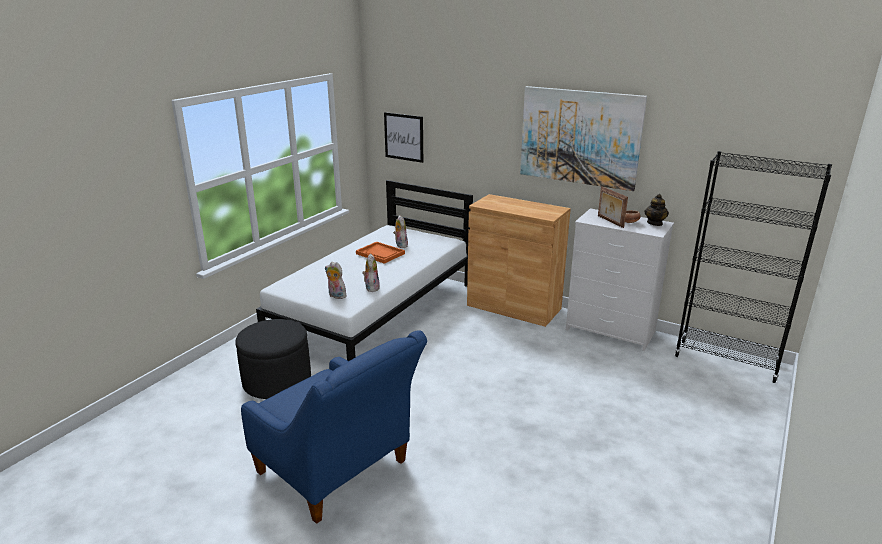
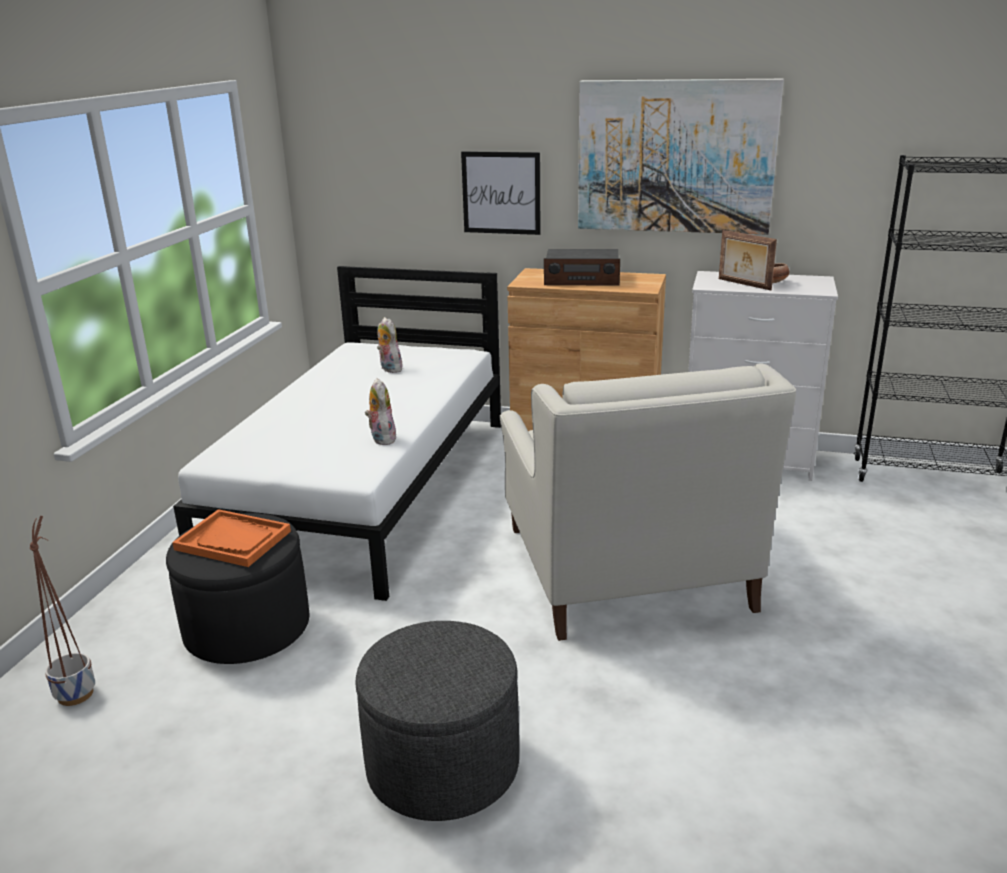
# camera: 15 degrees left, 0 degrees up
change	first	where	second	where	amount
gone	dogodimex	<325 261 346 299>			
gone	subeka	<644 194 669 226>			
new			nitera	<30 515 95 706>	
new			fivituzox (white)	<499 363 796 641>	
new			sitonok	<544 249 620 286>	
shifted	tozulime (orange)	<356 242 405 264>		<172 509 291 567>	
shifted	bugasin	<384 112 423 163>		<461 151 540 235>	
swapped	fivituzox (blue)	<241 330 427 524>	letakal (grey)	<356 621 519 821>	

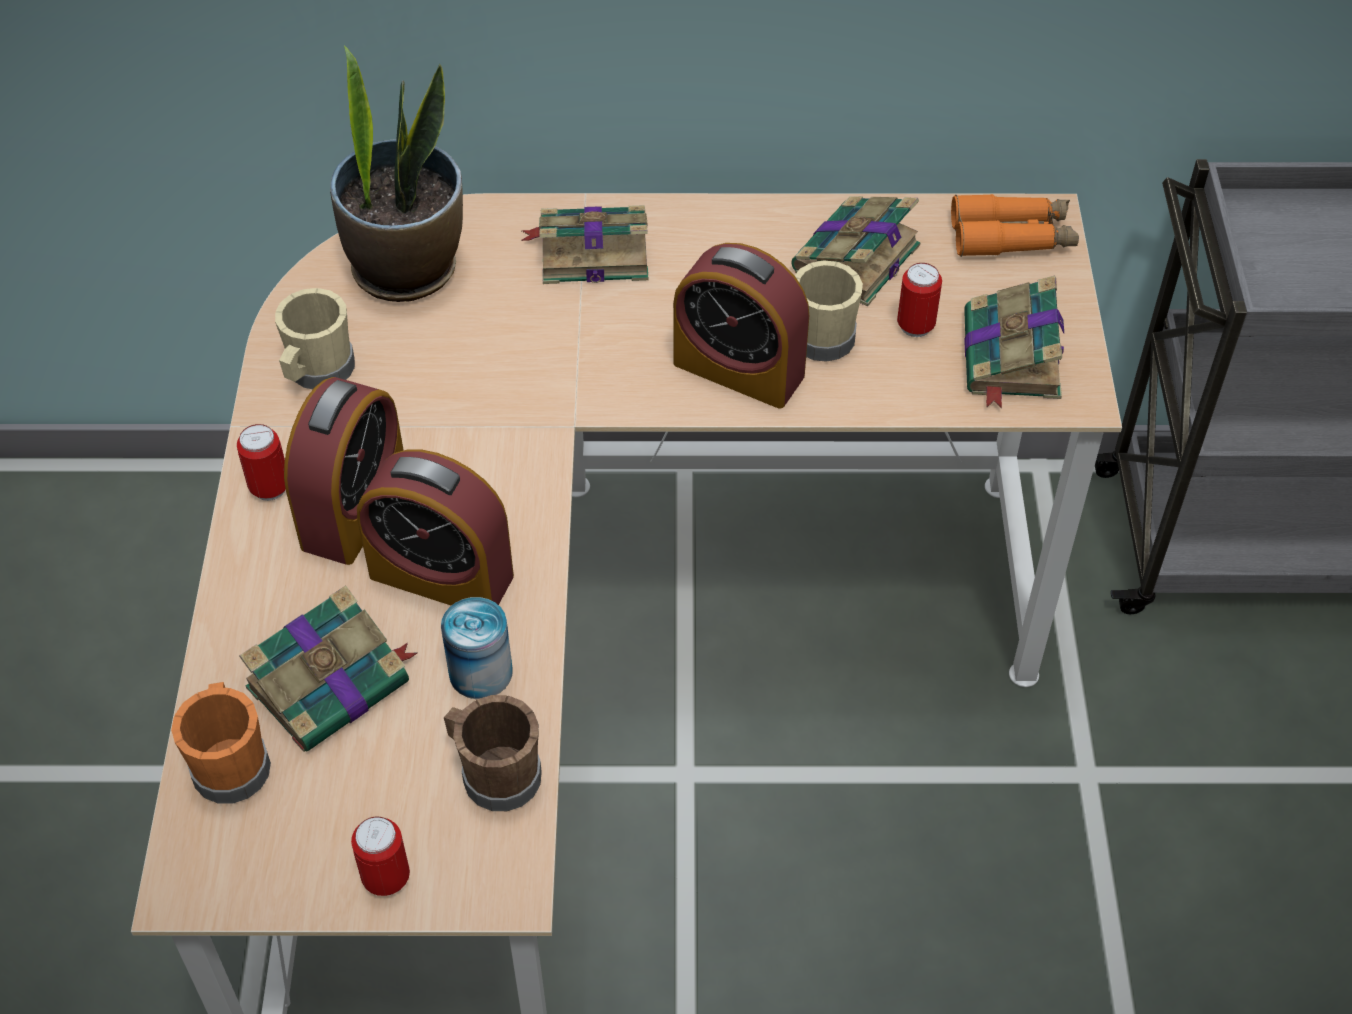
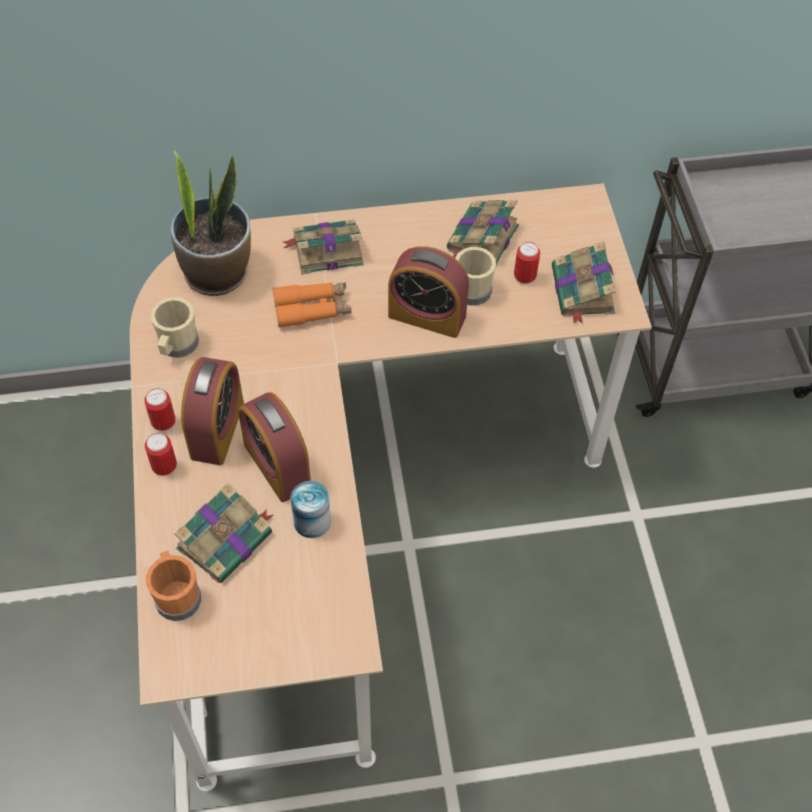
# camera: 10 degrees left, 5 degrees up
change	first	where	second	where	amount
gone	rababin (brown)	<444 695 542 811>			
shifted	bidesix	<351 817 410 896>		<145 433 177 476>	
shifted	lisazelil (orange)	<951 194 1079 257>		<273 282 352 328>	
rotated	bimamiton	<357 449 514 606>		<238 392 311 502>	45 degrees clockwise

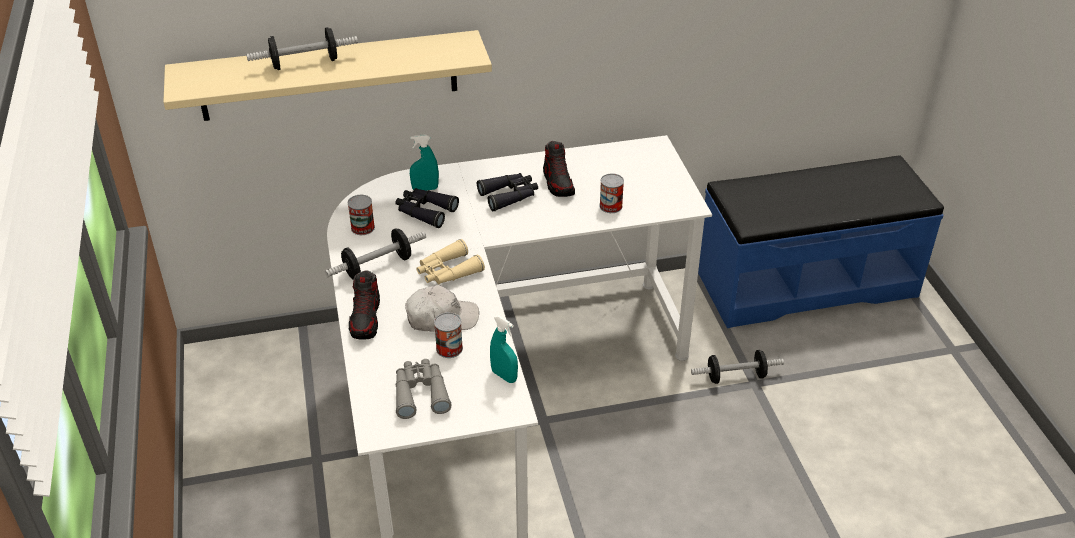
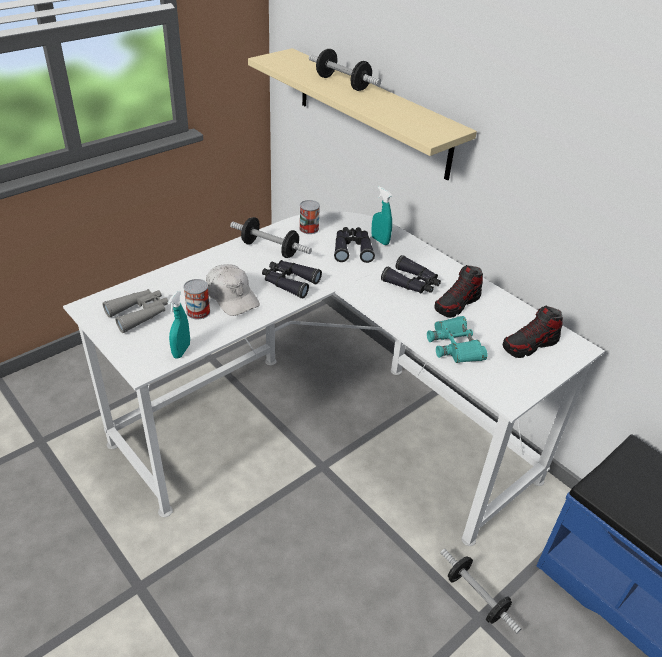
# camera: 60 degrees right, 0 degrees up
change	first	where	second	where	amount
shifted	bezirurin	<349 270 380 340>		<503 305 563 358>	
swapped	bidesix	<599 173 624 213>	lisazelil (turquoise)	<427 316 488 363>	
repainted	lisazelil (beige)	<416 239 485 285>	lisazelil (black)	<262 260 322 299>	

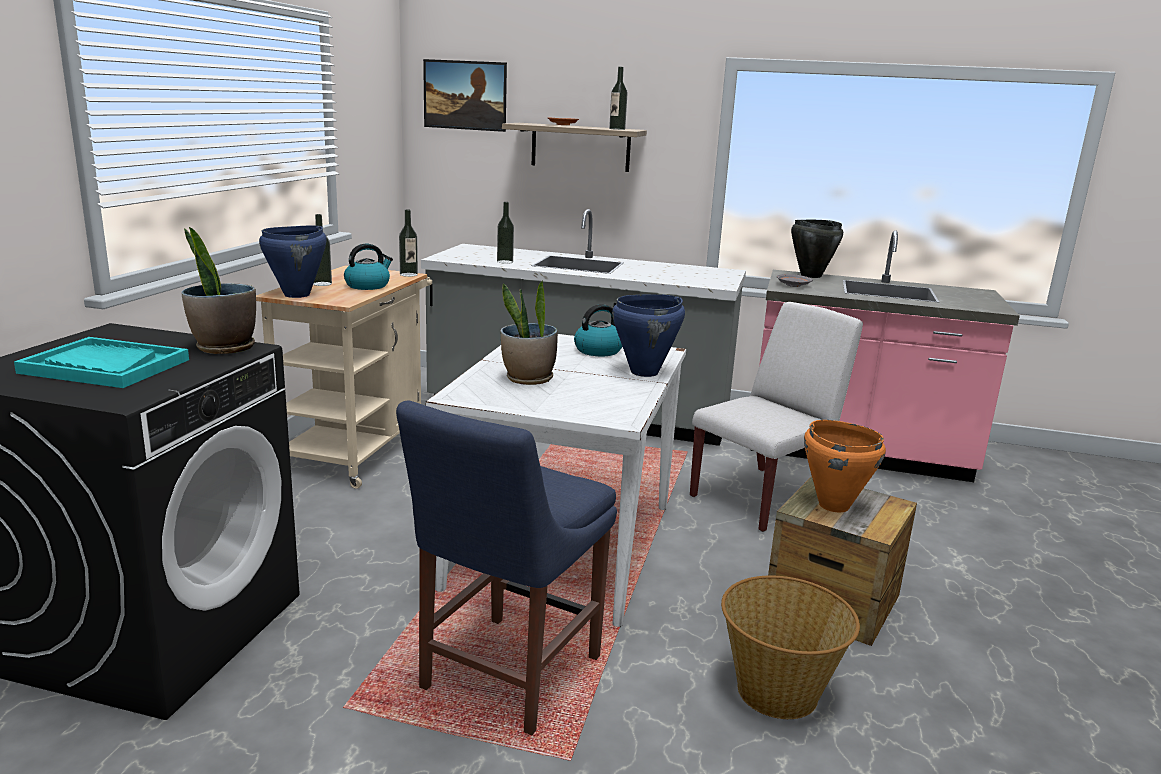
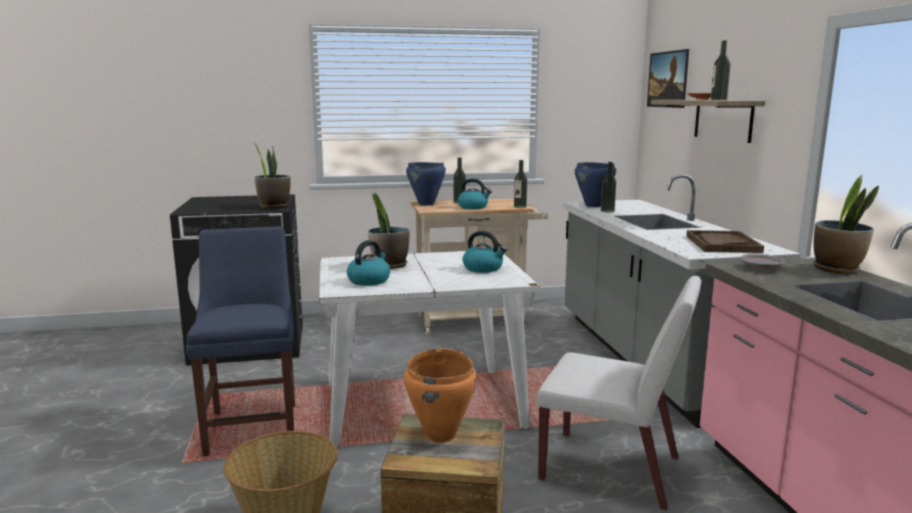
# camera: 65 degrees right, 5 degrees down
change	first	where	second	where	amount
gone	tozulime (turquoise)	<14 337 189 388>			
new			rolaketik	<347 240 390 286>	
new			tozulime (brown)	<686 230 764 253>	
shifted	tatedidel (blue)	<612 294 685 377>		<575 162 616 207>	
swapped	tatedidel (black)	<791 220 843 278>	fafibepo	<813 175 879 274>	
rotated	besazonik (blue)	<396 401 617 735>		<186 226 295 456>	75 degrees clockwise

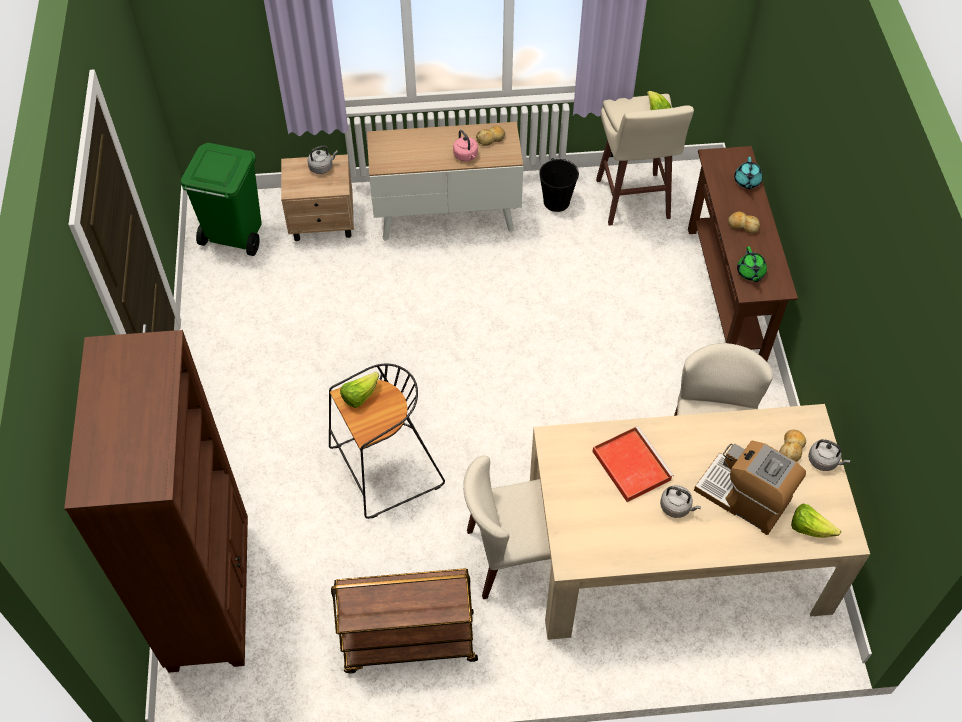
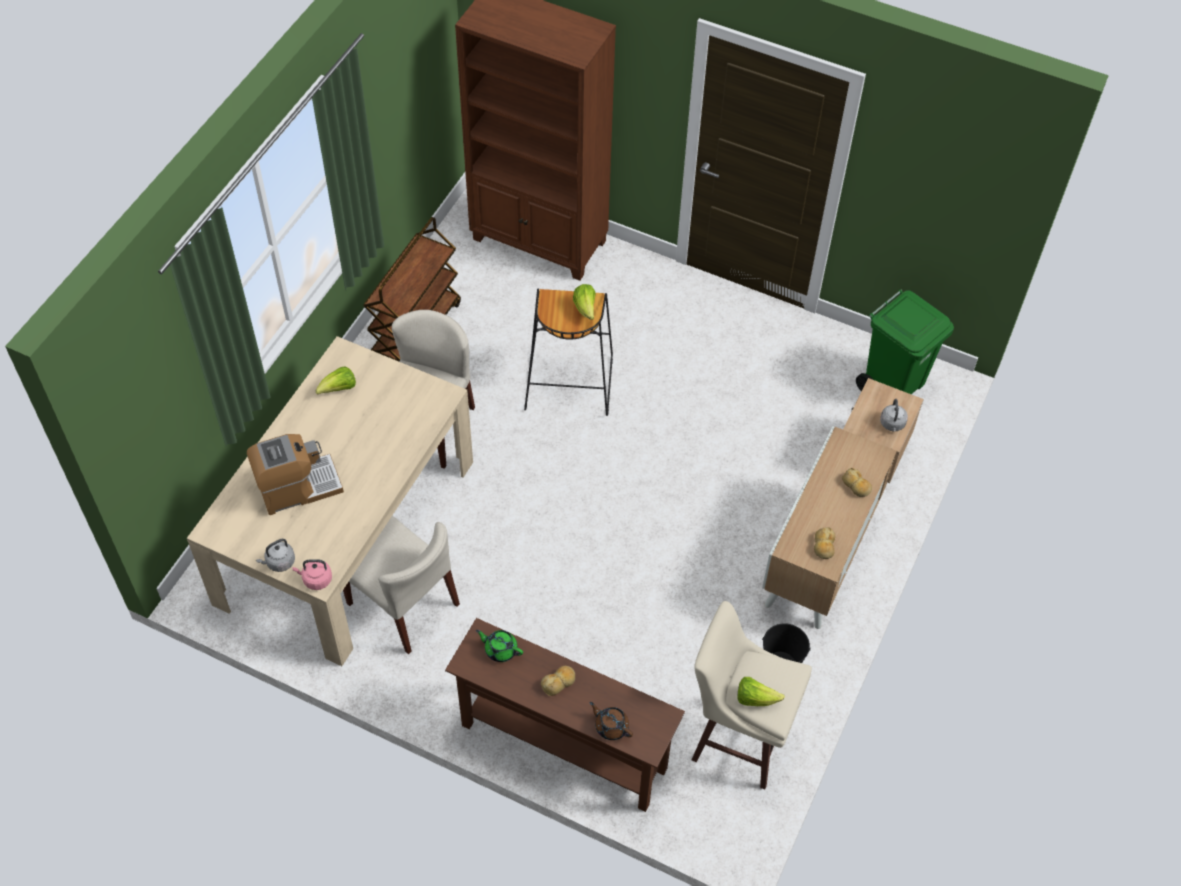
# camera: 120 degrees right, 0 degrees up
change	first	where	second	where	amount
gone	tozulime (red)	<592 426 674 502>			
gone	rolaketik (grey)	<660 485 701 518>			
shifted	rolaketik (pink)	<453 130 478 161>		<292 559 332 590>	
shifted	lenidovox	<779 430 806 462>		<842 468 872 497>	
shifted	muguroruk	<791 504 841 538>		<316 366 356 394>	
repainted	subeka (turquoise)	<734 157 763 189>	subeka (brown)	<589 702 633 740>	

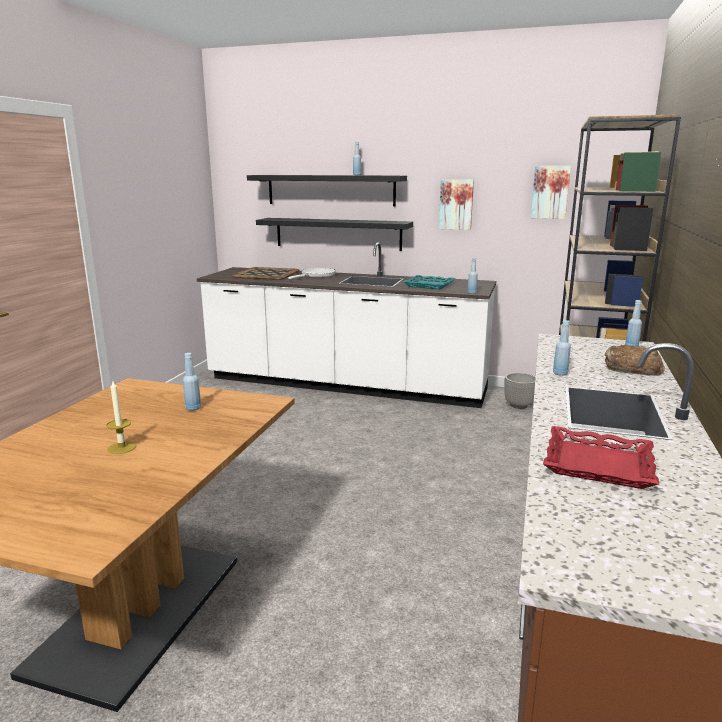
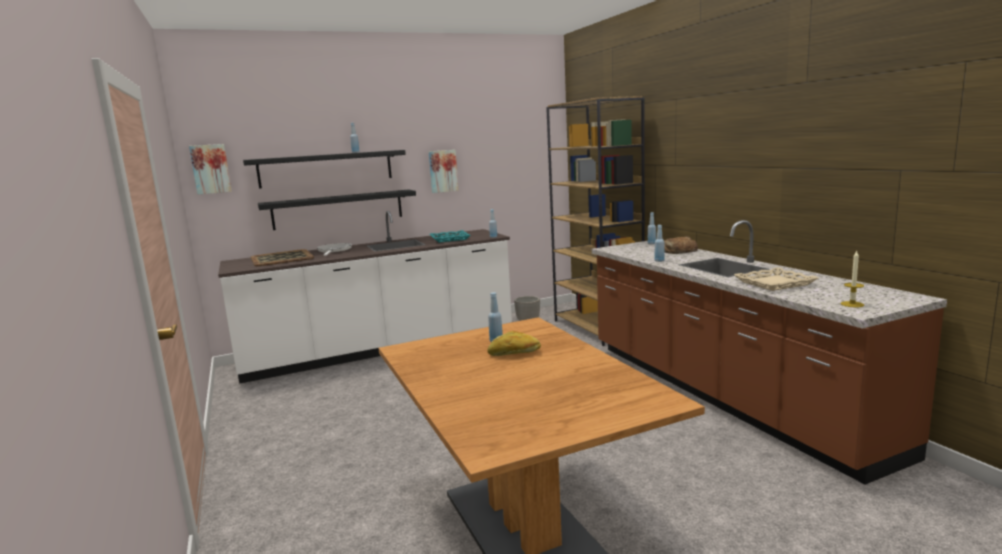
# camera: 40 degrees left, 5 degrees down
change	first	where	second	where	amount
new			lenidovox	<488 331 541 356>	
shifted	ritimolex	<106 381 136 454>		<841 251 864 307>	
shifted	bugasin	<531 166 571 219>		<189 144 232 194>	
repainted	tozulime (red)	<543 426 659 489>	tozulime (beige)	<734 267 818 291>	

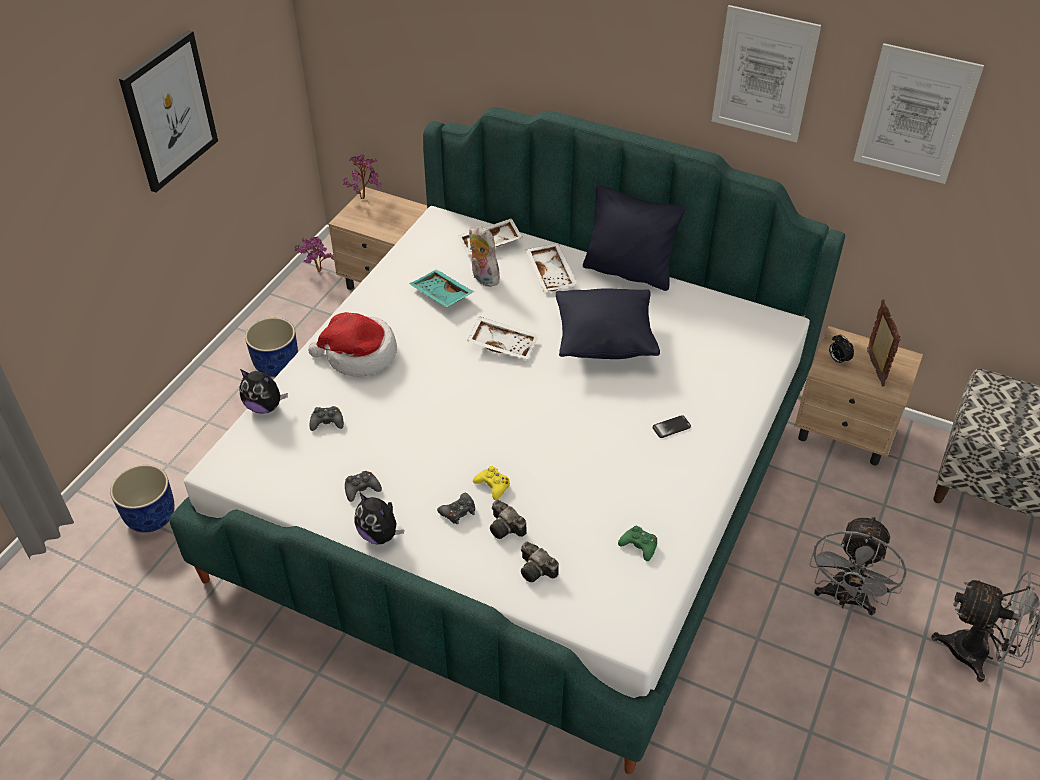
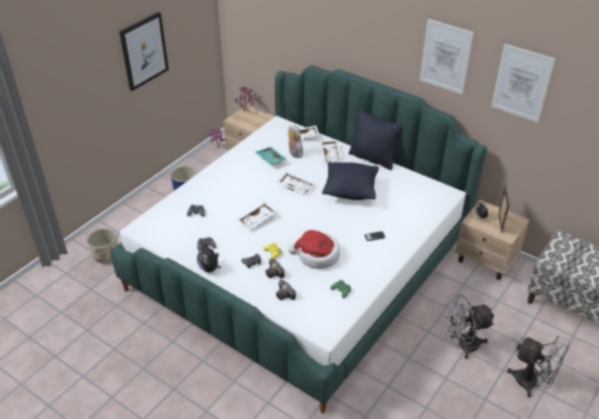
# camera: 10 degrees right, 5 degrees down
change	first	where	second	where	amount
gone	dogodimex	<239 369 288 414>			
new			tozulime (white)	<237 201 277 230>	
shifted	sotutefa	<308 312 397 377>		<288 230 340 269>	
repainted	nitera (blue)	<110 465 175 533>	nitera (beige)	<87 228 118 263>	
rotated	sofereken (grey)	<810 515 907 615>		<445 295 494 359>	45 degrees clockwise

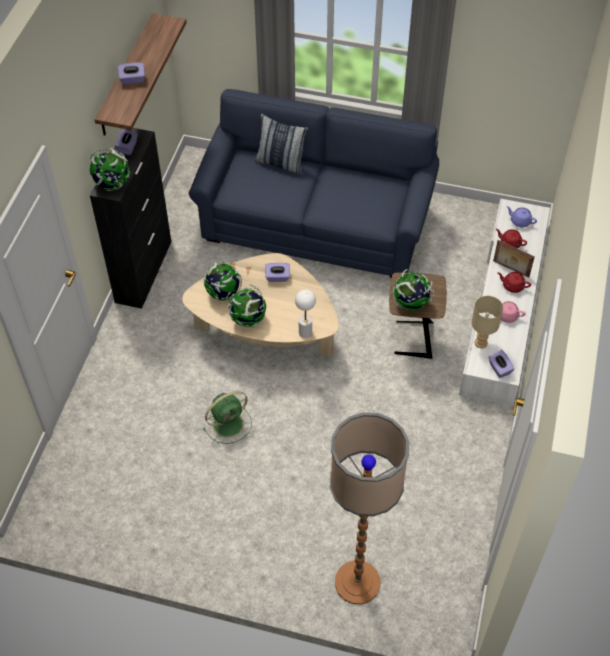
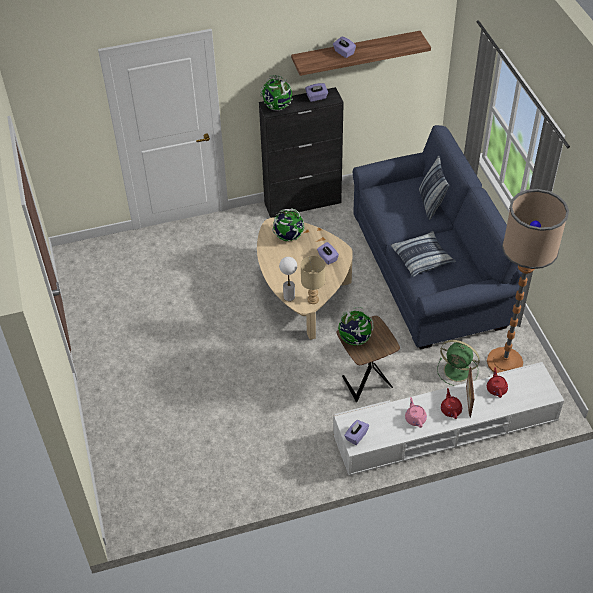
# camera: 60 degrees right, 5 degrees down
change	first	where	second	where	amount
gone	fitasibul	<228 284 266 327>			
gone	subeka (purple)	<506 206 537 227>			
new			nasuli	<391 231 456 277>	
shifted	sofereken (green)	<203 391 252 444>		<437 340 480 386>	
shifted	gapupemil	<330 412 409 605>		<487 189 569 373>	
shifted	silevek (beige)	<471 296 503 348>		<301 256 325 304>	

